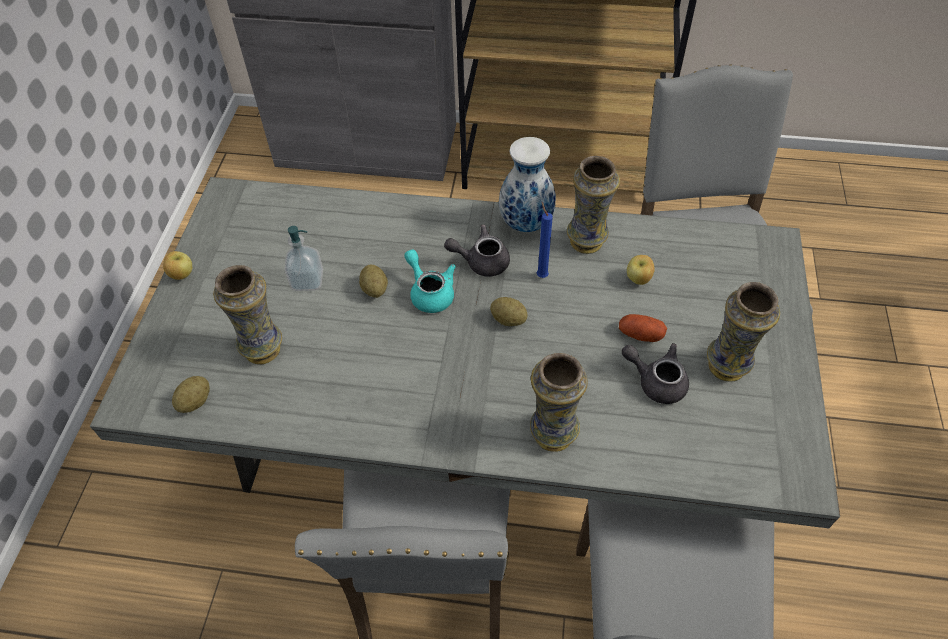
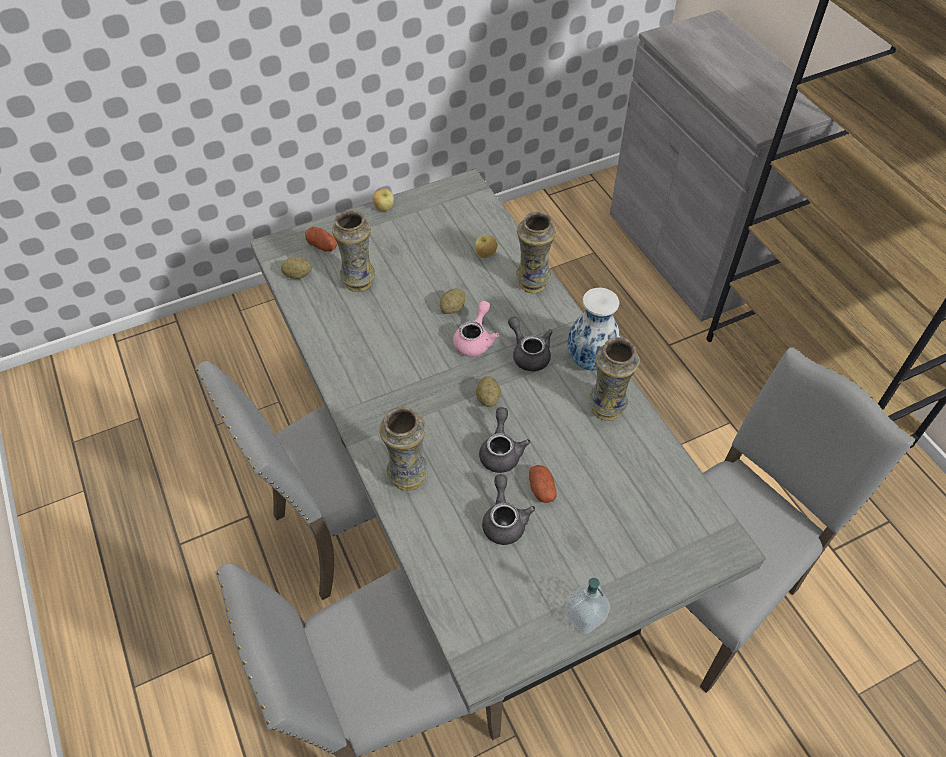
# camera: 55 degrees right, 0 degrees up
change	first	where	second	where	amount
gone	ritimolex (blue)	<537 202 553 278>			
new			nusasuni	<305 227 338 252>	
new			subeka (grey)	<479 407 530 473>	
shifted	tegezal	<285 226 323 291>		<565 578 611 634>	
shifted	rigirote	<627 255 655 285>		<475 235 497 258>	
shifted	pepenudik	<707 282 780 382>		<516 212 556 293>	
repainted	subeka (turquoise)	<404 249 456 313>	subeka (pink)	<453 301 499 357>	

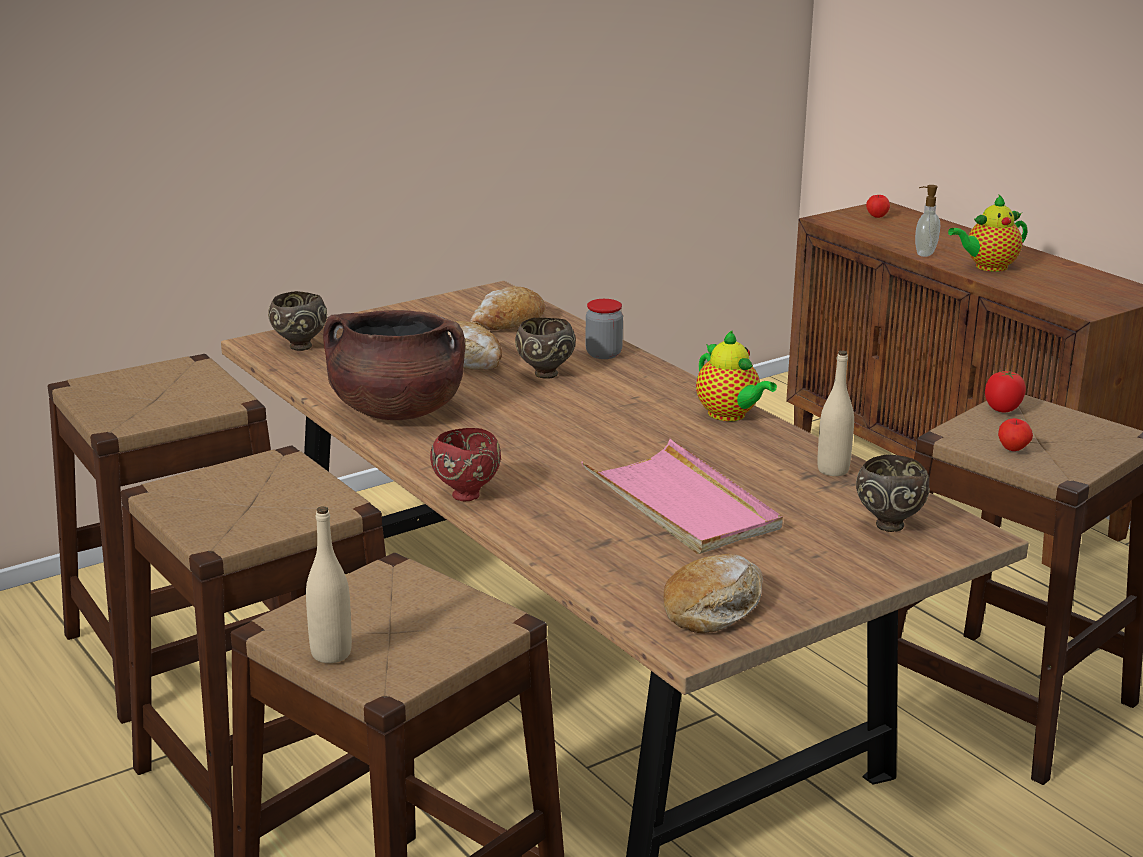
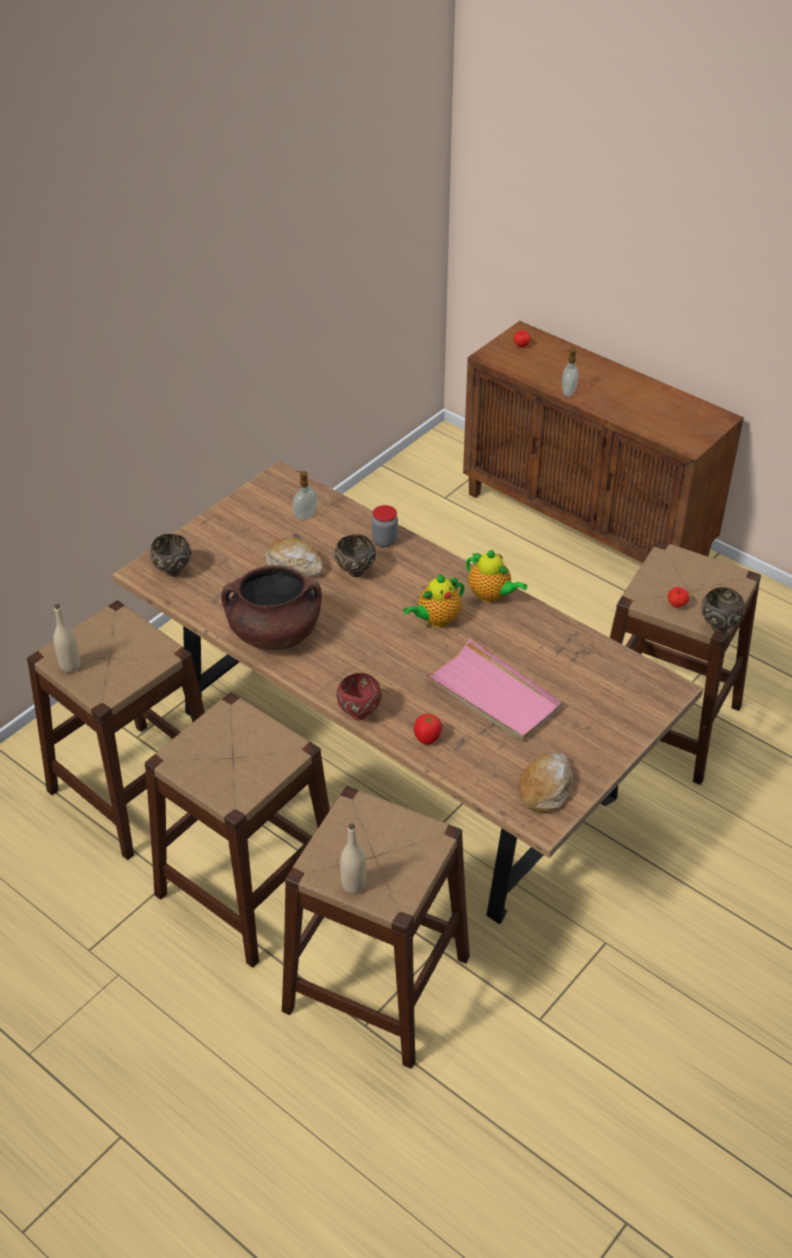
# camera: 15 degrees left, 20 degrees up
change	first	where	second	where	amount
shifted	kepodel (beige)	<817 350 854 476>		<53 604 80 673>	
shifted	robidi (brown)	<856 455 930 532>		<701 587 745 633>	
shifted	subeka	<948 195 1028 272>		<403 574 464 627>	
shifted	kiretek	<985 371 1026 412>		<414 714 442 745>	
swapped	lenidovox	<471 286 545 330>	tegezal	<293 471 318 520>	

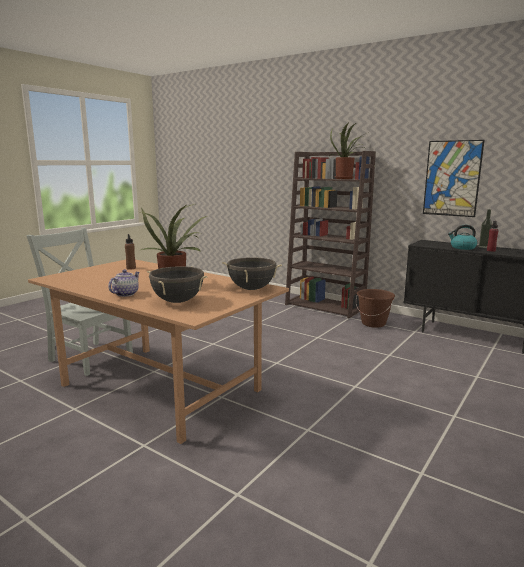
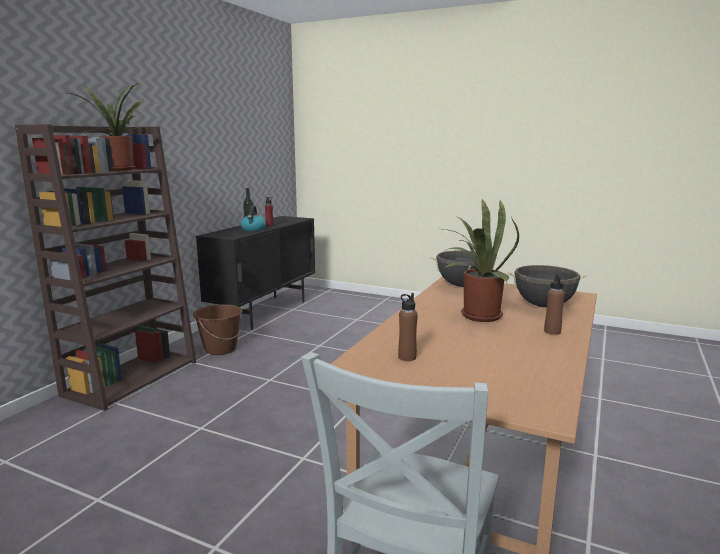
# camera: 100 degrees left, 0 degrees up
change	first	where	second	where	amount
gone	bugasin	<423 140 484 217>			
swapped	subeka	<108 270 140 297>	kepodel (brown)	<544 274 565 335>	

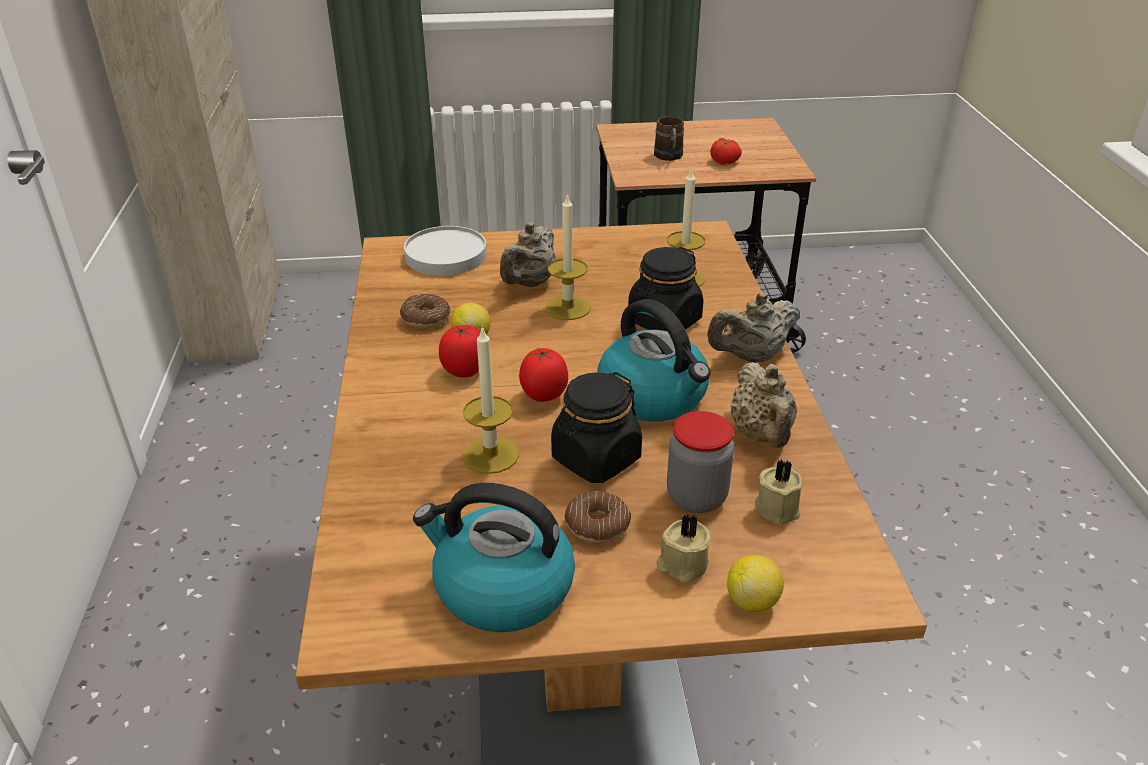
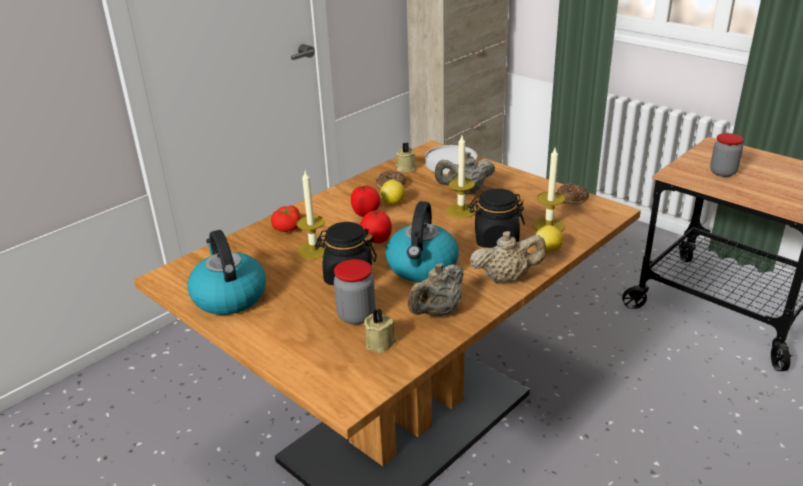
# camera: 50 degrees right, 5 degrees down
change	first	where	second	where	amount
shifted	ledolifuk	<564 491 631 543>		<557 184 589 205>	
shifted	ritimolex (beige)	<657 514 711 583>		<396 142 416 172>	
shifted	kiretek	<710 138 742 165>		<271 205 301 232>	
shifted	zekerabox	<727 555 784 612>		<535 225 563 253>	
swapped	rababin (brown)	<654 116 684 161>	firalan	<710 133 744 177>	
rotated	subeka (beige)	<707 292 800 362>		<470 231 546 283>	150 degrees clockwise

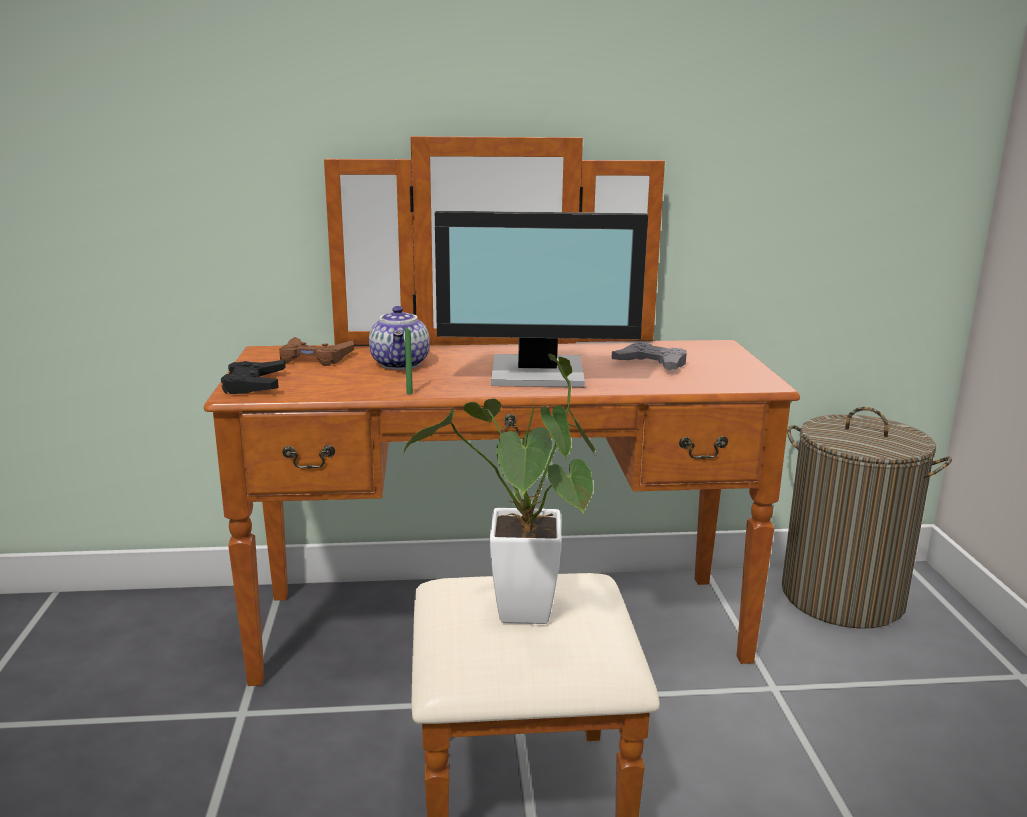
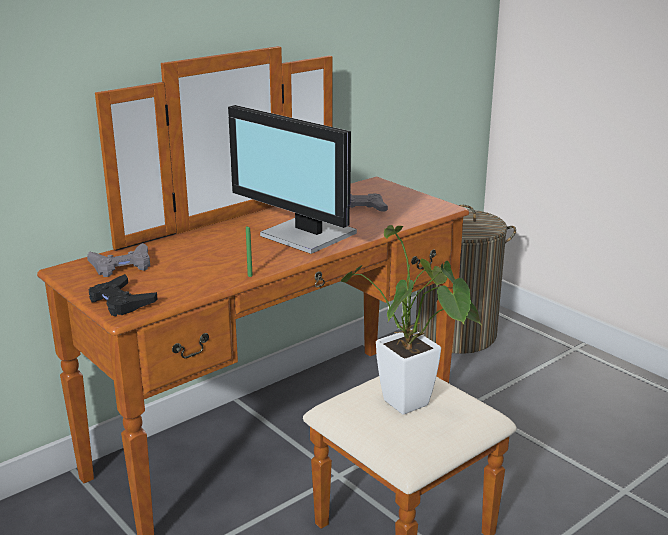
# camera: 35 degrees left, 5 degrees up
change	first	where	second	where	amount
gone	subeka	<369 306 430 370>			
repainted	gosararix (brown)	<279 337 354 366>	gosararix (grey)	<87 243 150 277>	
rotated	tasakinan	<435 211 648 387>		<228 105 357 254>	75 degrees clockwise

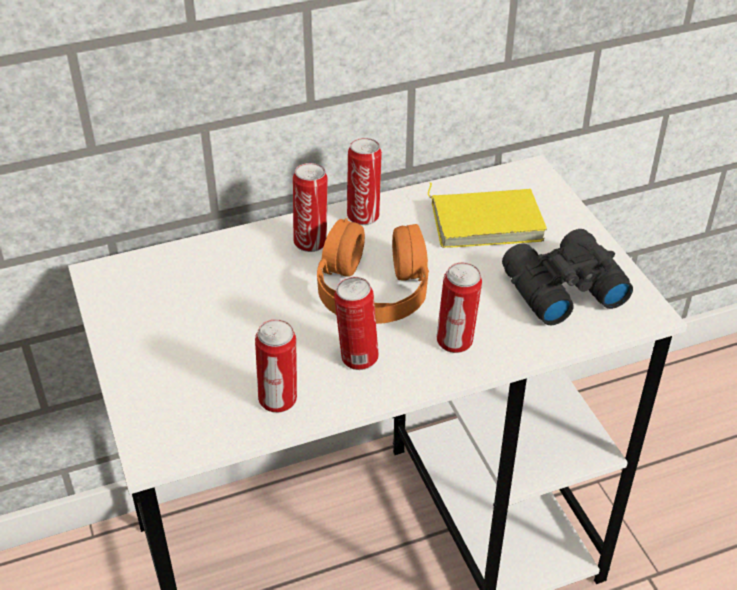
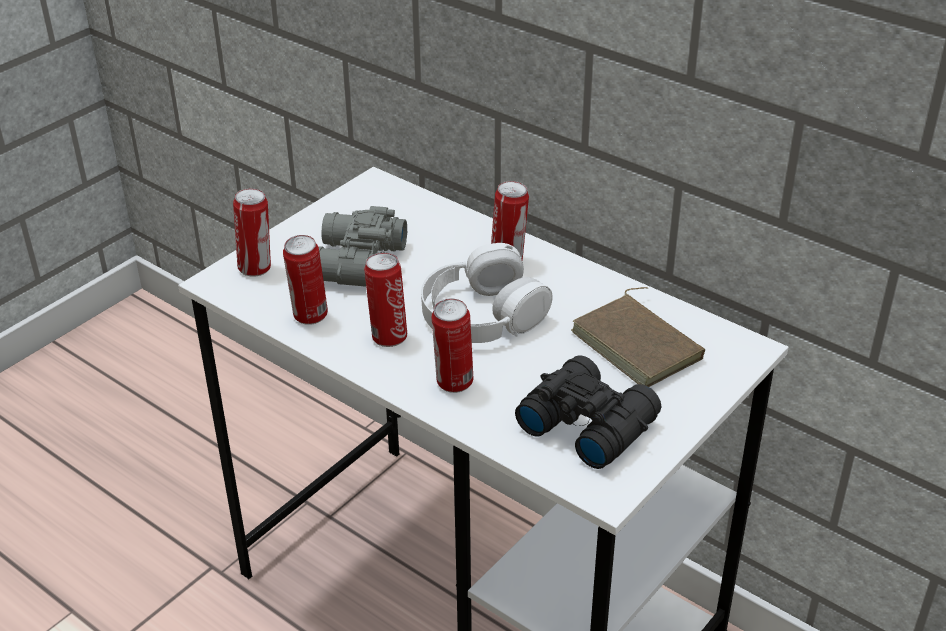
# camera: 60 degrees right, 5 degrees down
change	first	where	second	where	amount
new			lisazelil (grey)	<319 206 407 287>	
shifted	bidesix	<347 138 382 225>		<233 188 271 277>	
repainted	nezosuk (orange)	<317 218 429 324>	nezosuk (white)	<421 243 552 343>	
repainted	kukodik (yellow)	<428 183 547 248>	kukodik (brown)	<571 287 705 387>	

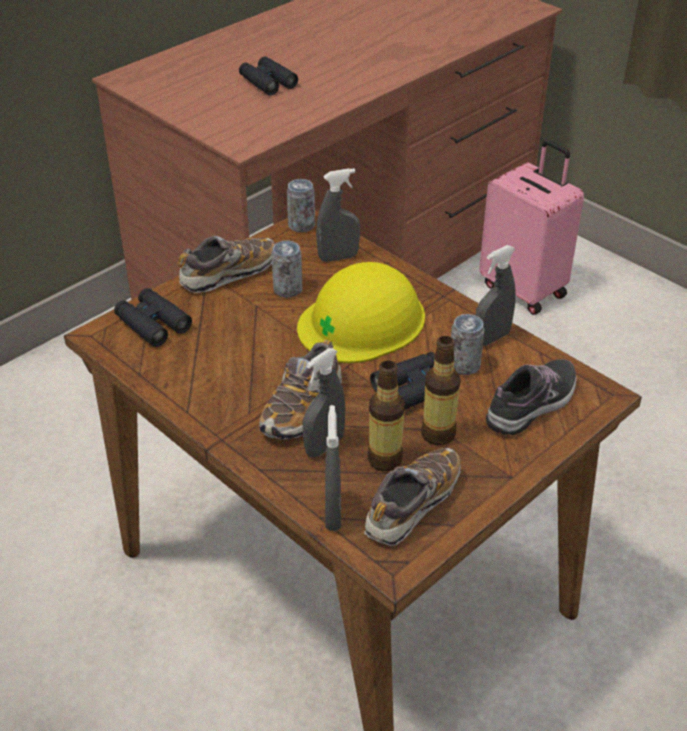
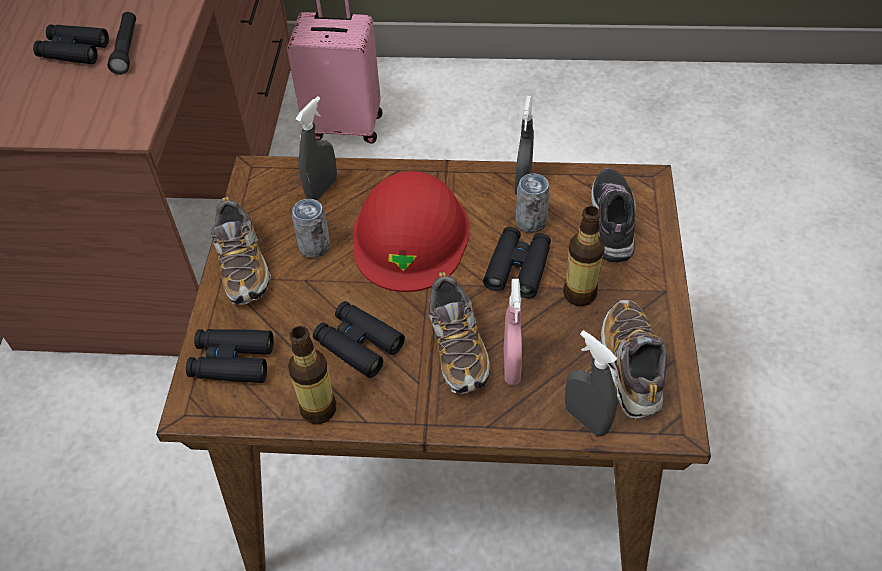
# camera: 40 degrees left, 10 degrees up
change	first	where	second	where	amount
gone	bidesix	<287 179 315 233>			
new			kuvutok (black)	<107 12 136 75>	
new			lisazelil (black)	<313 301 405 378>	
shifted	kepodel	<367 360 405 471>		<288 326 336 424>	
repainted	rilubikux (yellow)	<297 262 425 363>	rilubikux (red)	<353 171 470 292>	
repainted	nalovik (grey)	<303 348 345 457>	nalovik (pink)	<504 279 522 385>	
rotated	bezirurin	<177 235 275 293>		<211 197 271 305>	150 degrees clockwise

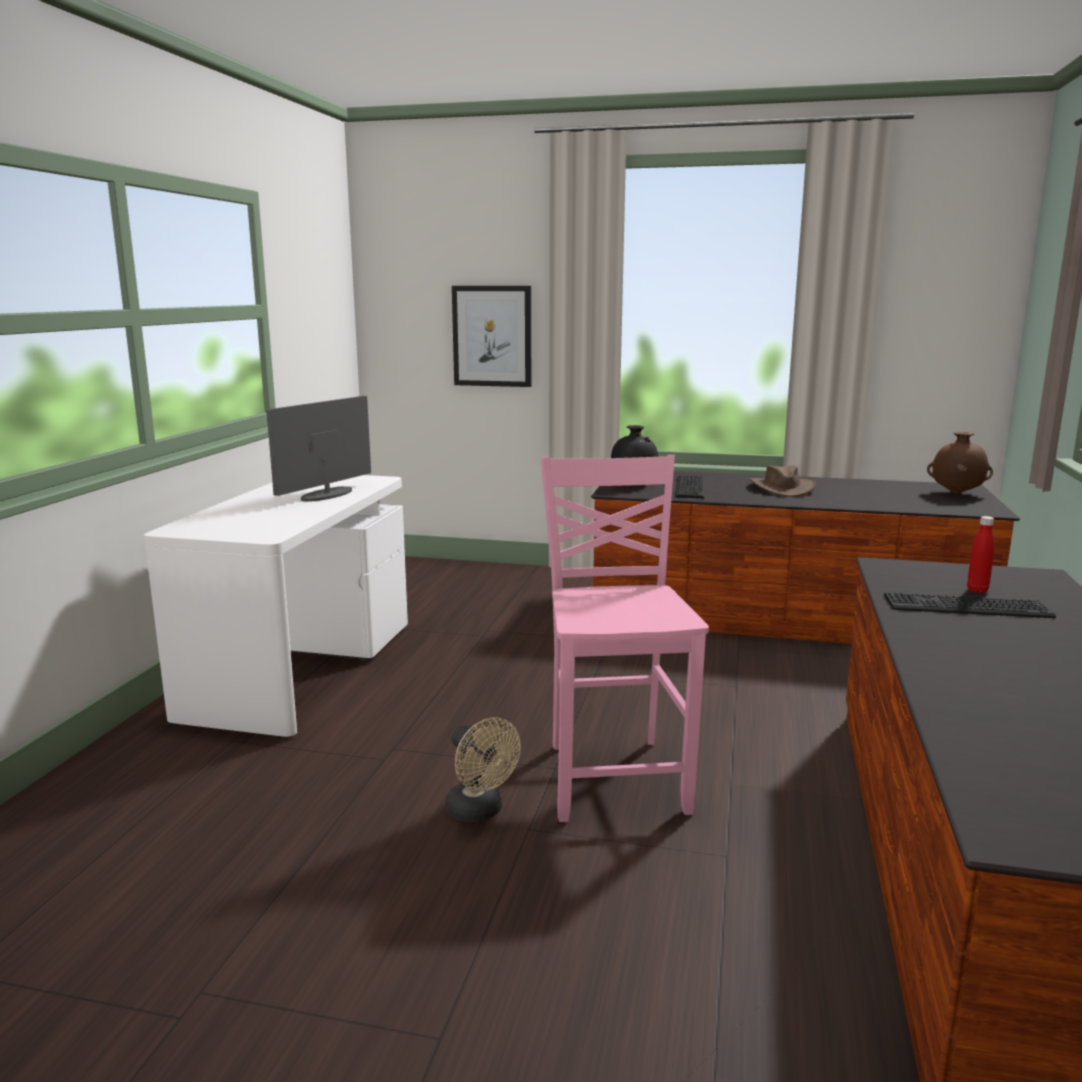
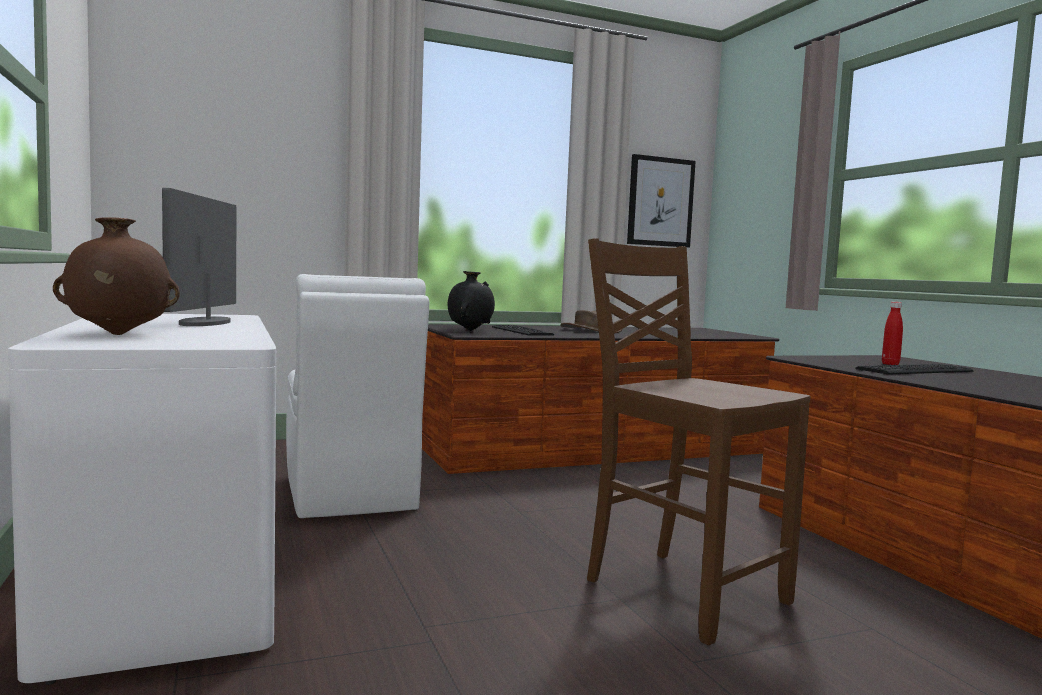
# camera: 35 degrees left, 10 degrees down
change	first	where	second	where	amount
gone	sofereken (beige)	<445 717 521 822>			
new			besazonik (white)	<286 274 429 518>	
shifted	bugasin	<452 286 531 387>		<627 154 696 248>	
shifted	pepenudik (brown)	<927 432 993 494>		<53 218 180 335>	
repainted	besazonik (pink)	<541 454 709 822>	besazonik (brown)	<587 238 810 645>	

